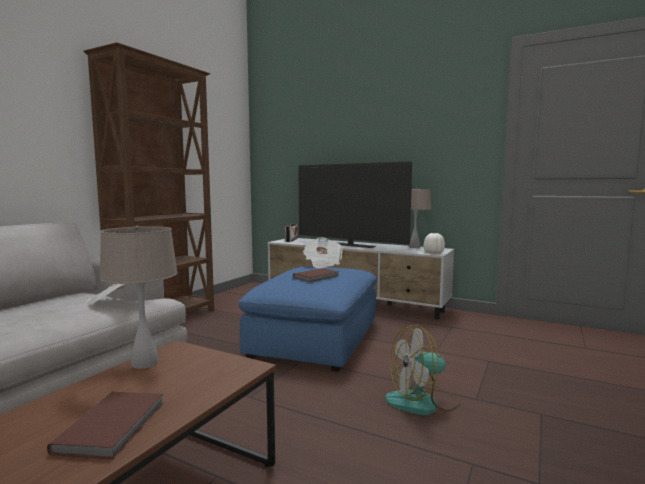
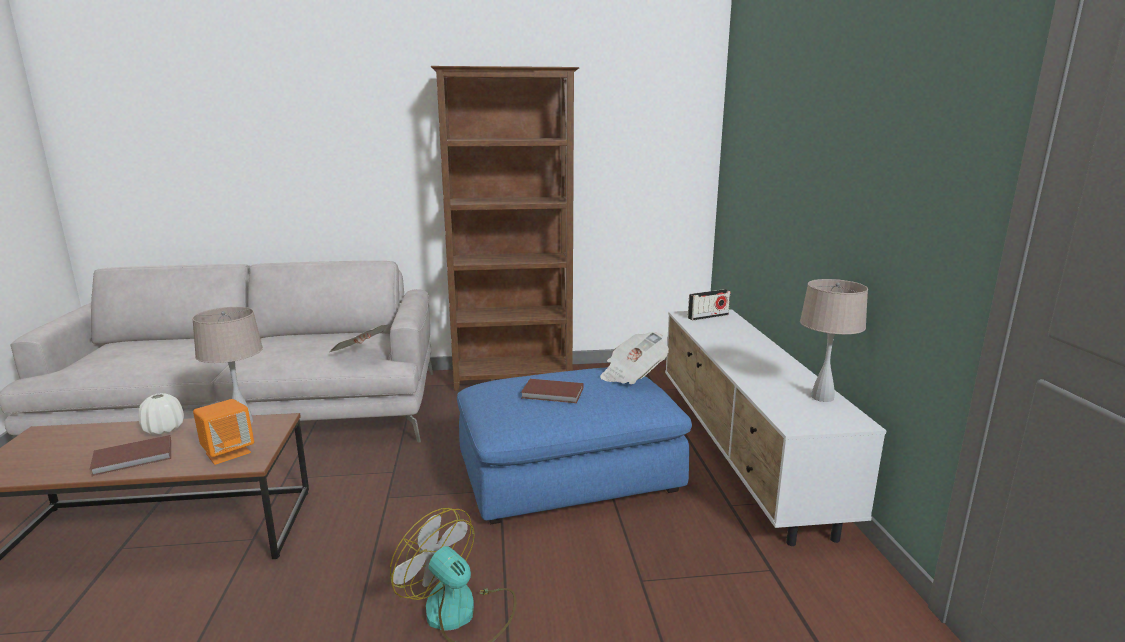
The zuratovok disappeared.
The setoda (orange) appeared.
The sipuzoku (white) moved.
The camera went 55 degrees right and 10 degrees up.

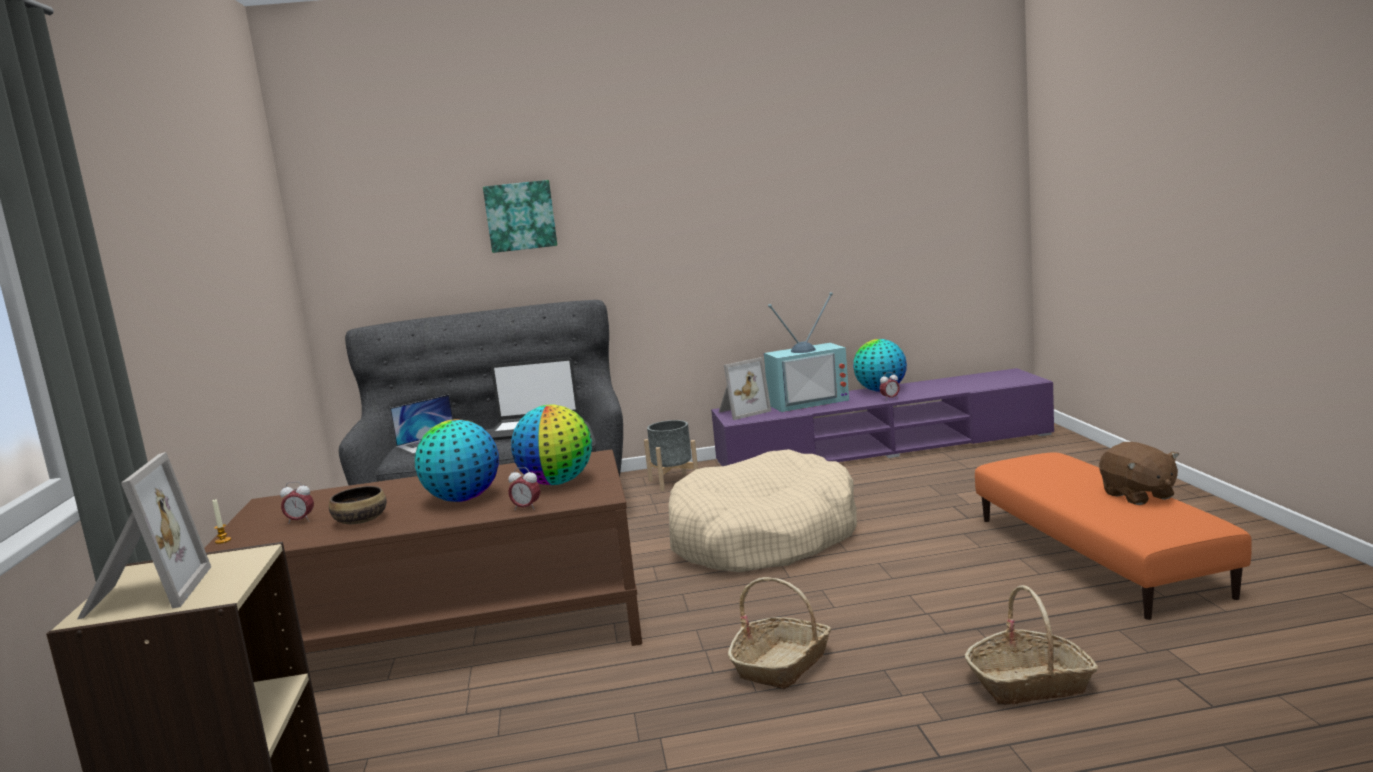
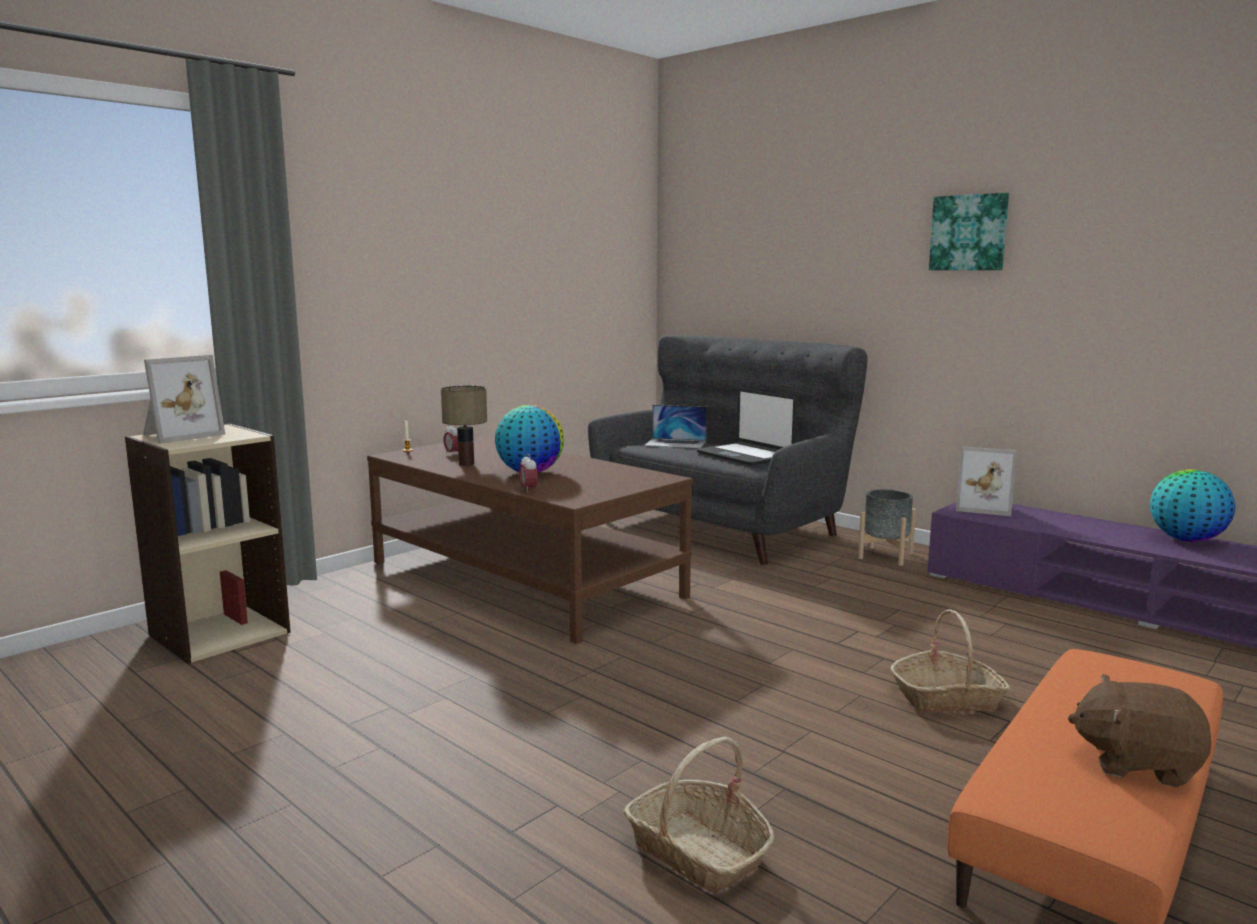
The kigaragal (2nd from left) disappeared.
The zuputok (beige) disappeared.
The zuratovok disappeared.
The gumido (3rd from left) disappeared.
The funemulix moved.
The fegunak (1st from left in the first image) moved.
The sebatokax was replaced by the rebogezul.
The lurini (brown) turned 75 degrees clockwise.
The camera went 50 degrees right and 0 degrees up.

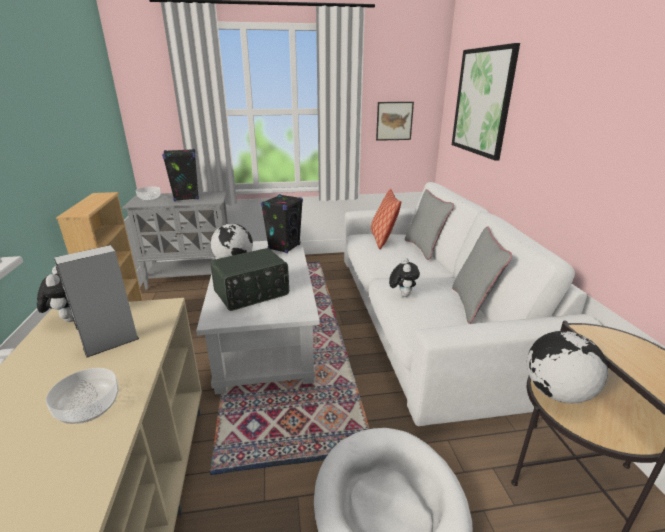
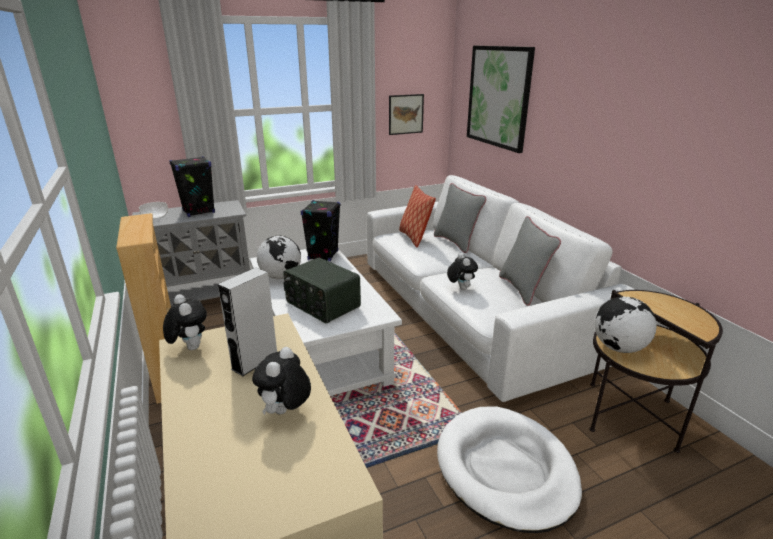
The sebatokax (1st from left) was replaced by the lurini (2nd from left).
The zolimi turned 90 degrees clockwise.
The camera went 15 degrees left and 0 degrees up.

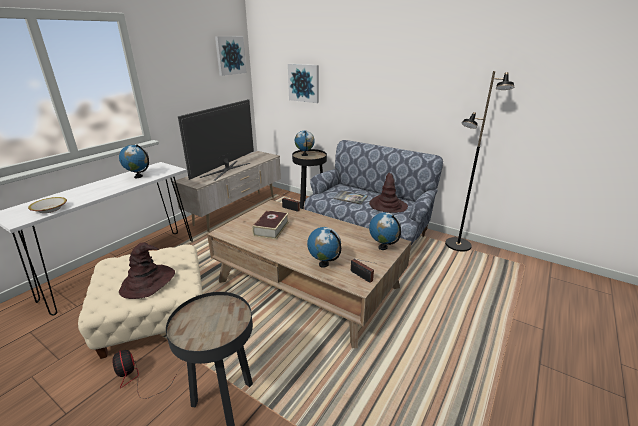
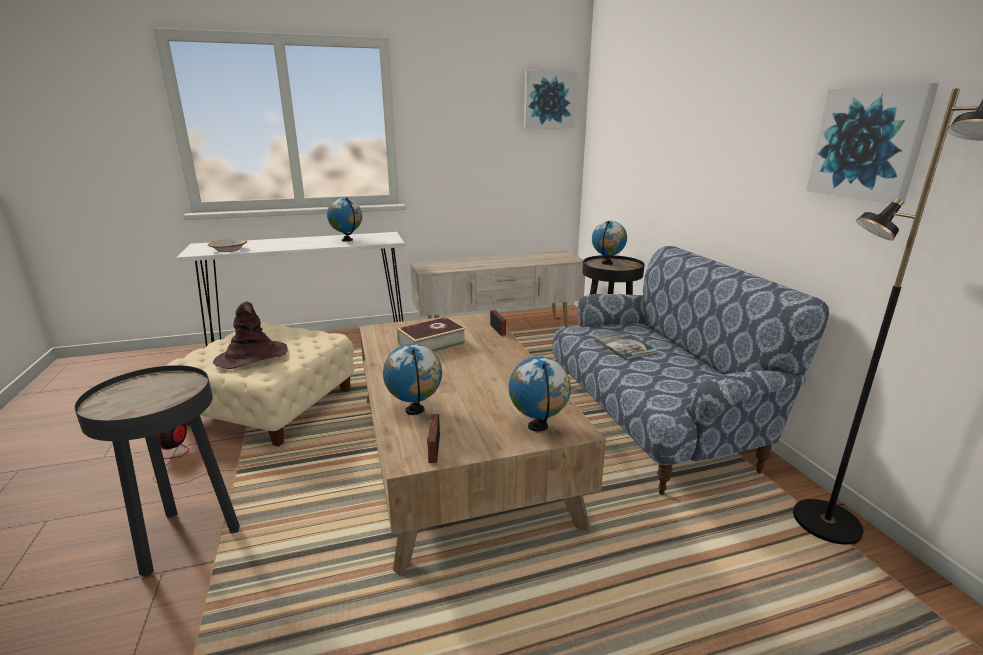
The zuratovok disappeared.
The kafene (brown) (2nd from left) disappeared.
The funemulix (2nd from left) moved.
The camera went 40 degrees right and 5 degrees down.

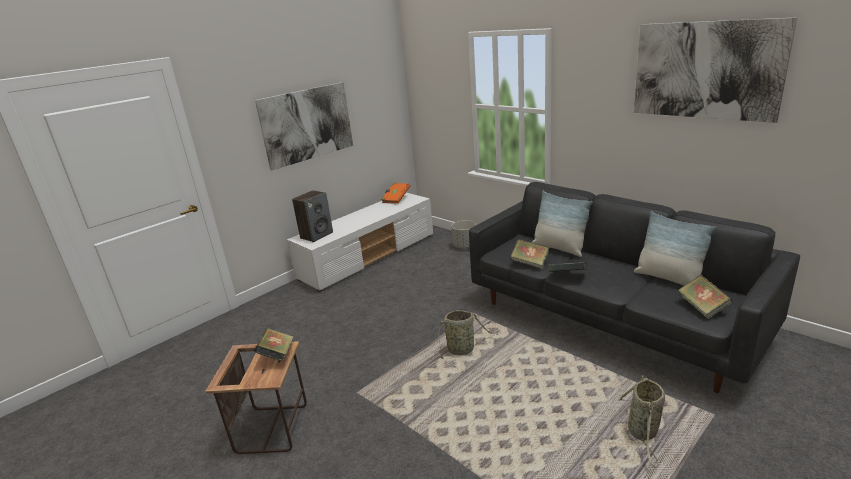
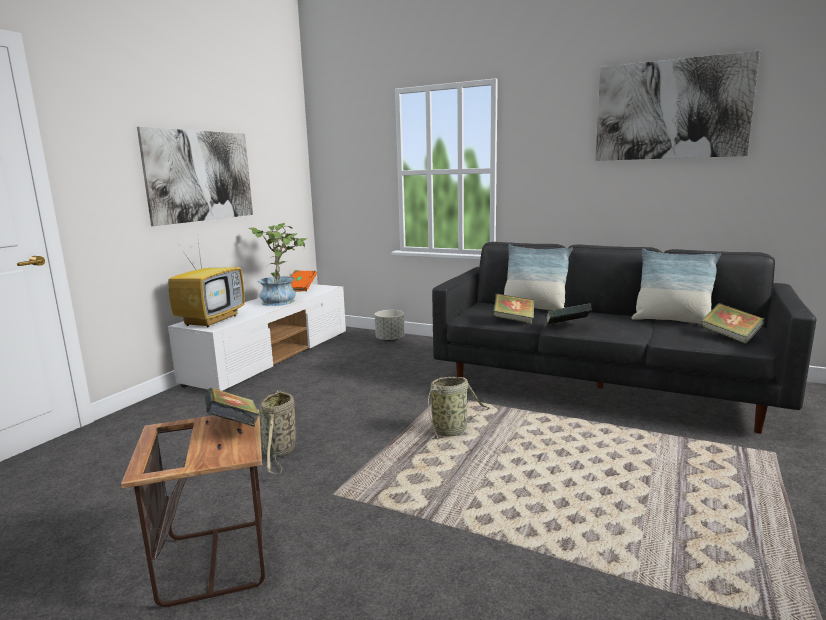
The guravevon appeared.
The fegunak (2nd from left in the first image) moved.
The setoda was replaced by the zuratovok.
The camera went 20 degrees left and 10 degrees down.

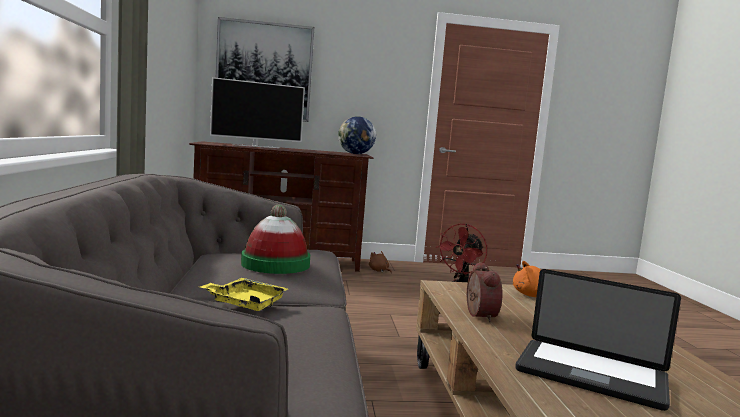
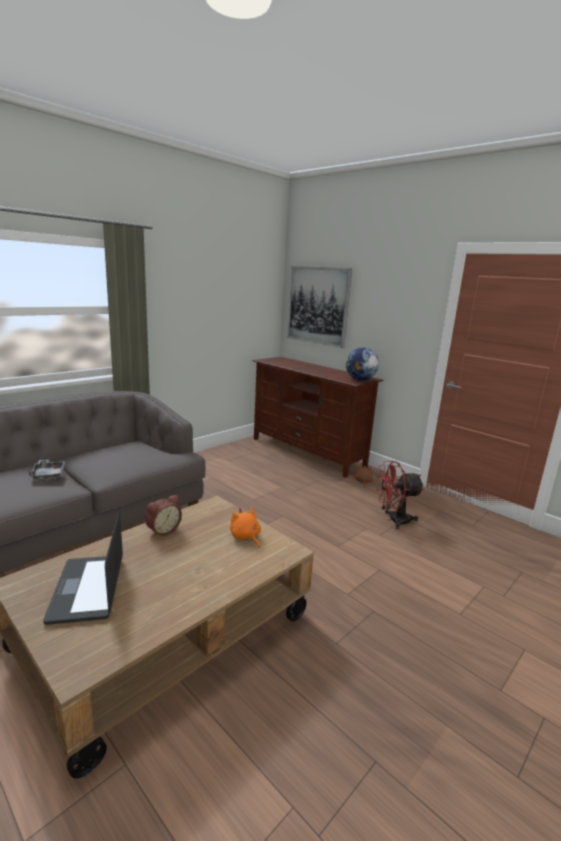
The zuratovok disappeared.
The kafene disappeared.
The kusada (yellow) became the kusada (grey).
The camera went 50 degrees right and 10 degrees up.

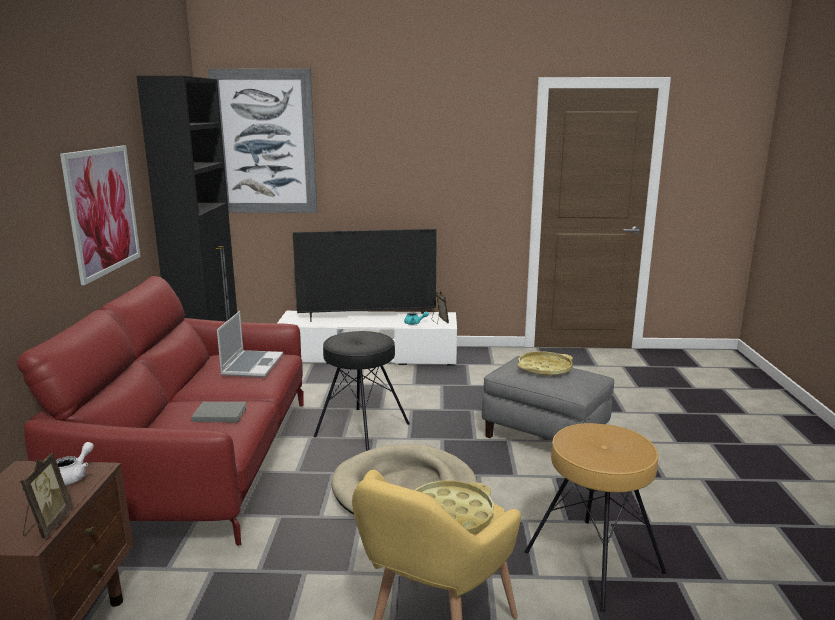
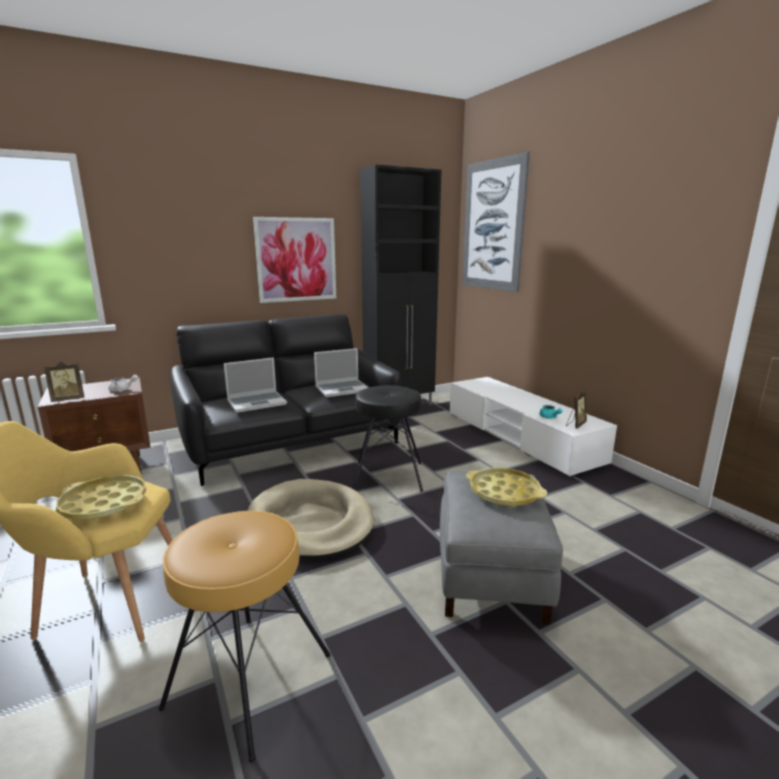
The zuratovok disappeared.
The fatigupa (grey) was replaced by the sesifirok (1st from left).
The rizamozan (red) became the rizamozan (black).
The camera went 60 degrees right and 0 degrees up.

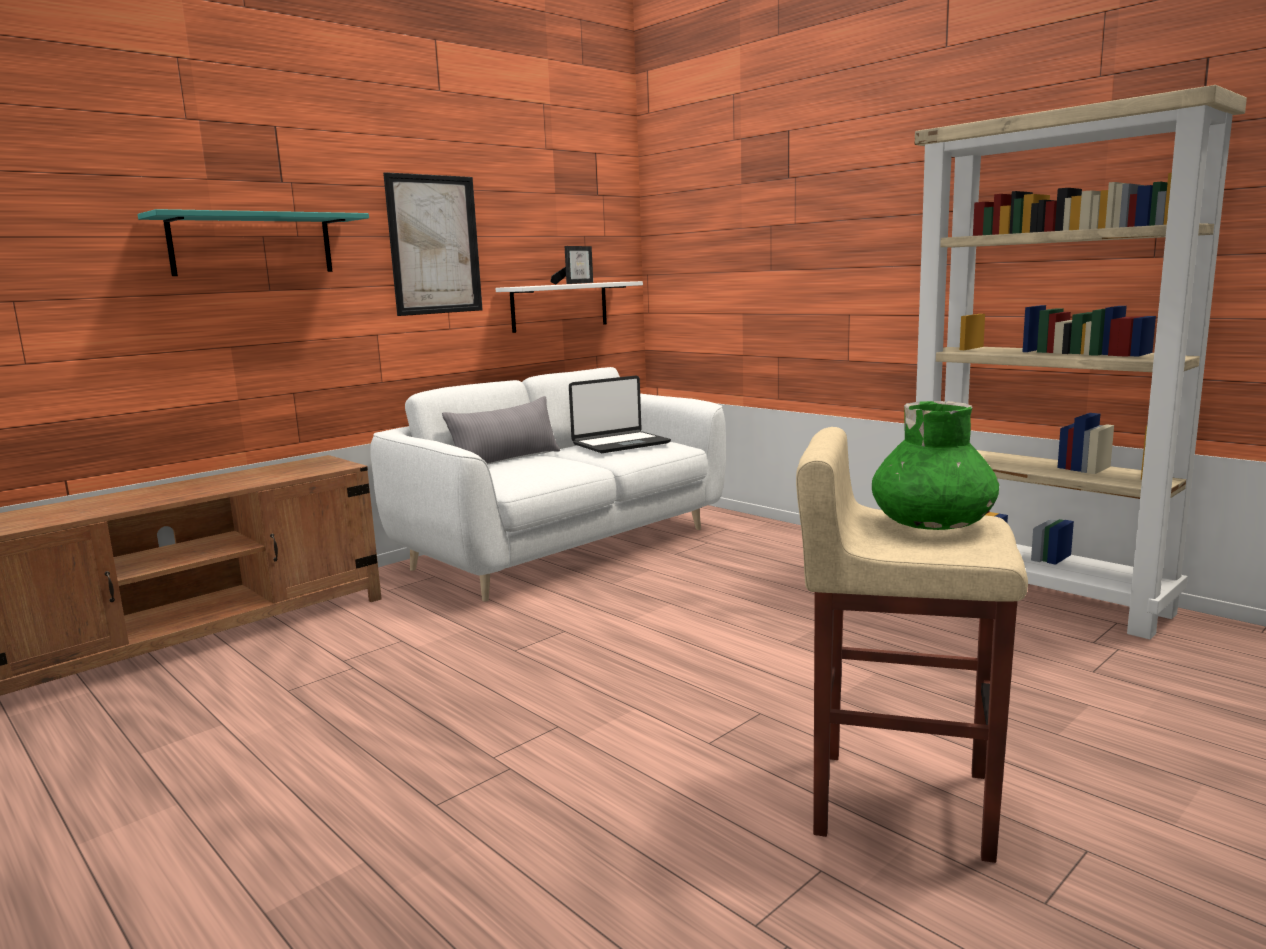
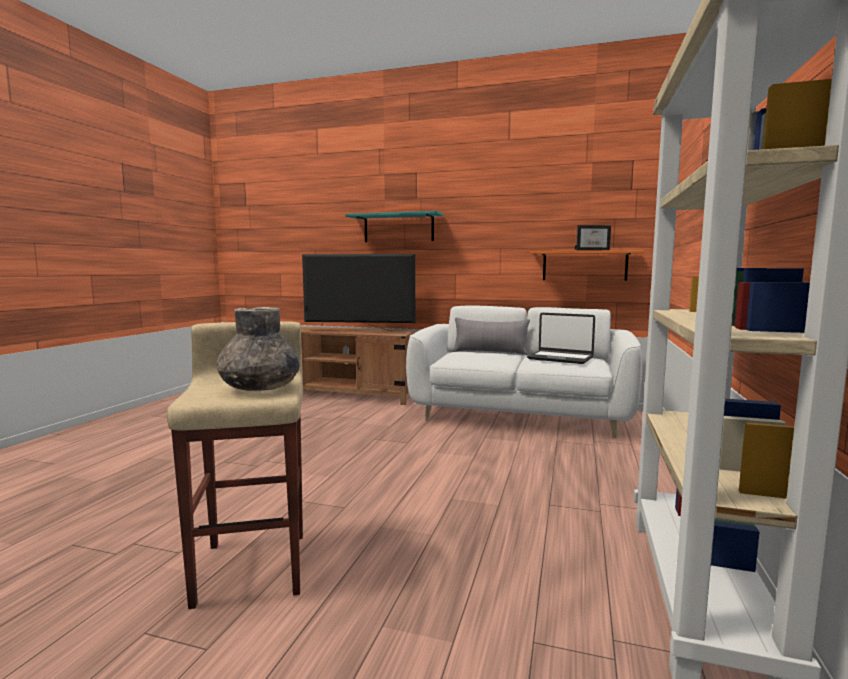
The funemulix disappeared.
The zuratovok appeared.
The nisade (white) became the nisade (orange).
The sipuzoku (green) became the sipuzoku (grey).
The camera went 60 degrees right and 5 degrees down.

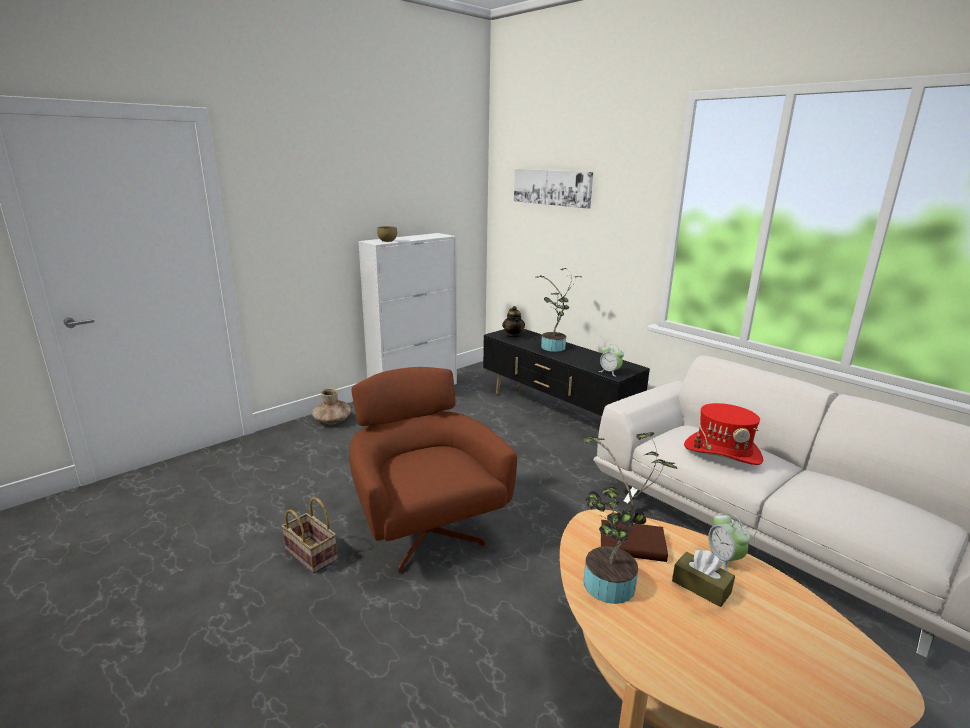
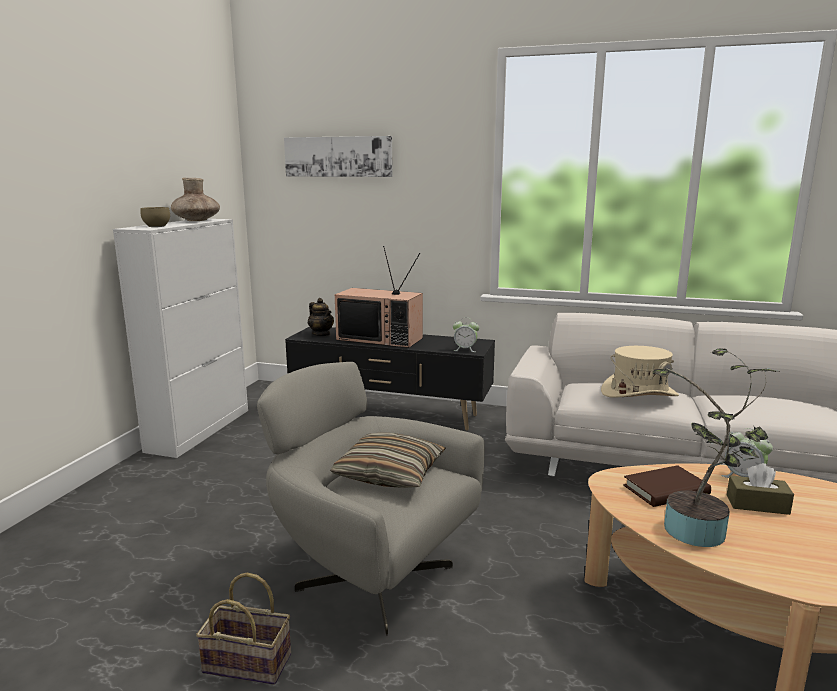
The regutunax appeared.
The sipuzoku (brown) moved.
The guravevon (1st from left) was replaced by the zuratovok.
The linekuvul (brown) became the linekuvul (grey).
The kafene (red) became the kafene (beige).
The camera went 30 degrees left and 5 degrees down.

